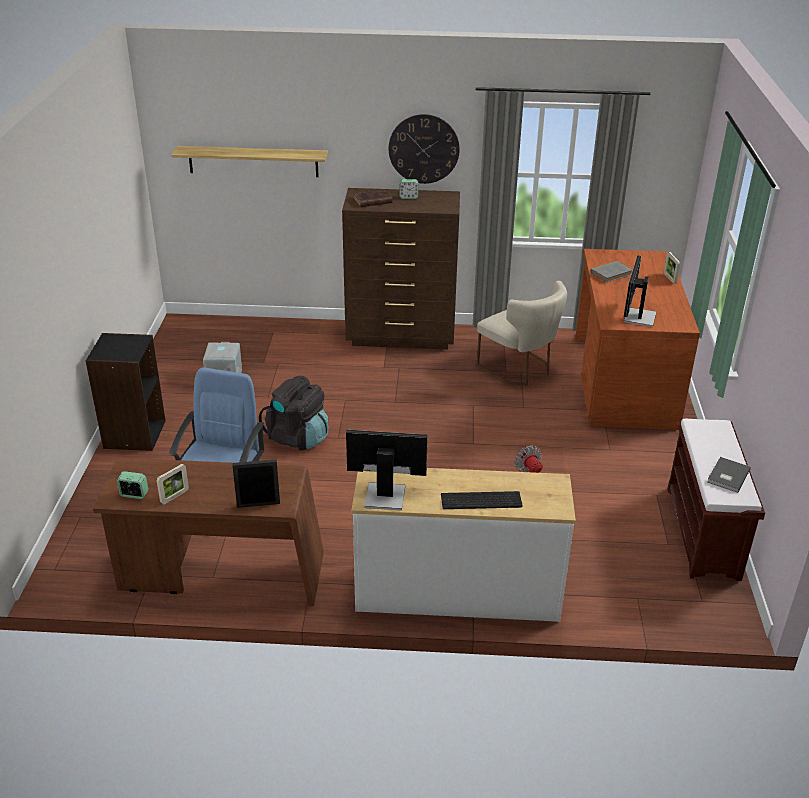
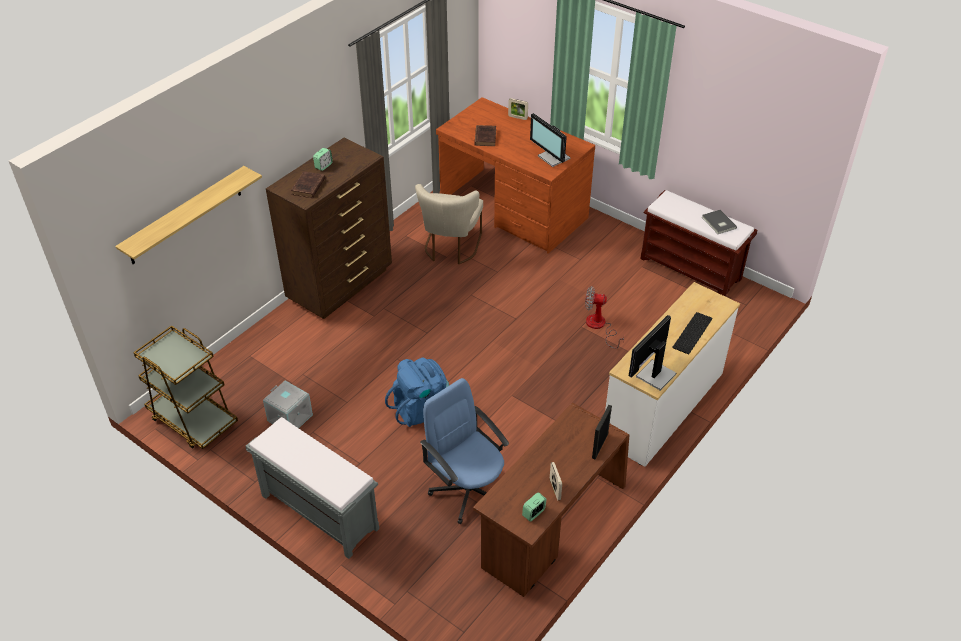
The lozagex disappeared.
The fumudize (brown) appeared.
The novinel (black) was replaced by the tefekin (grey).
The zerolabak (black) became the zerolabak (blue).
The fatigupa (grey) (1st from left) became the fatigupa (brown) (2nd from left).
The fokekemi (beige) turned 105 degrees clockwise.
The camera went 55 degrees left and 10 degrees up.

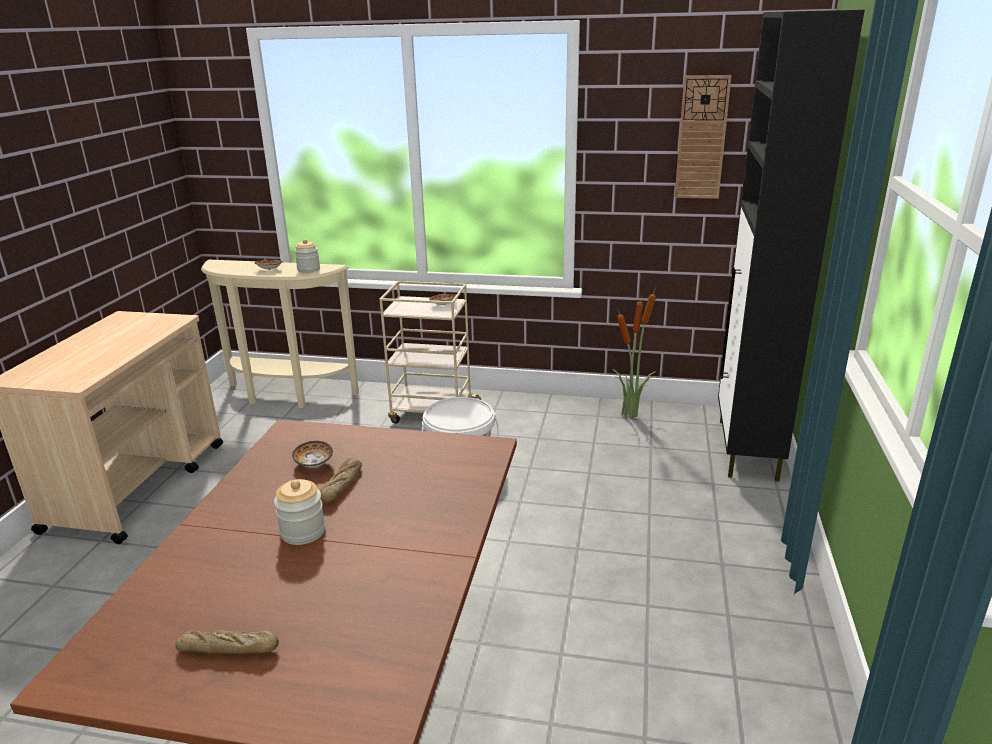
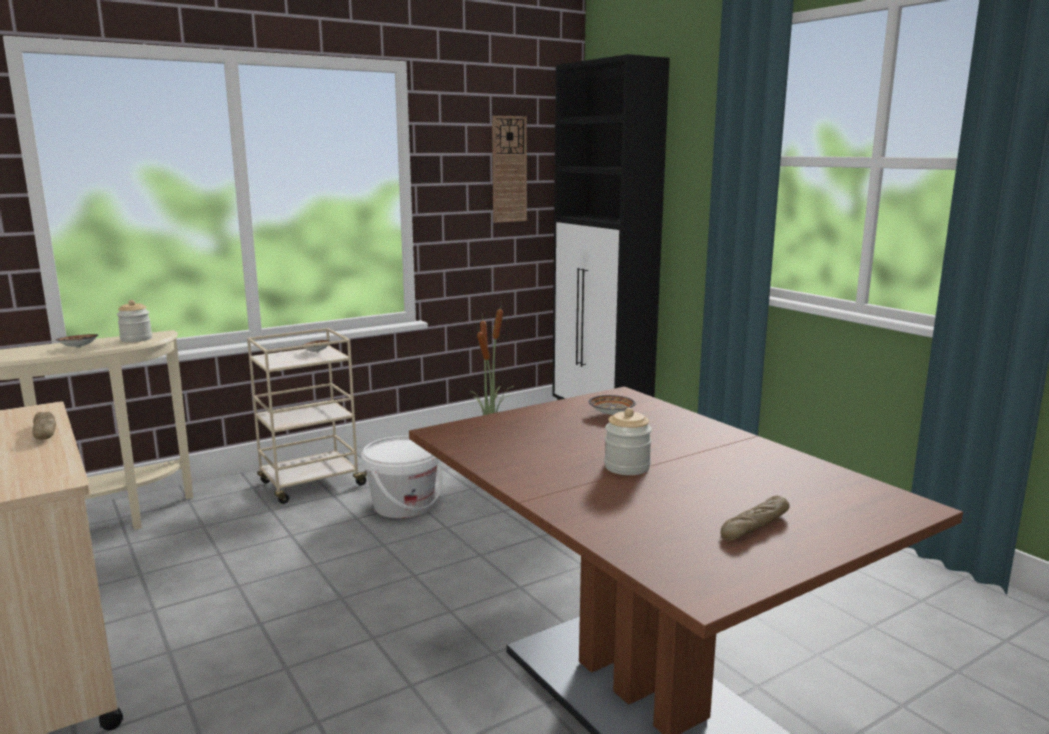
The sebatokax (2nd from left in the first image) moved.
The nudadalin (2nd from left in the first image) moved.
The camera went 45 degrees left and 10 degrees down.

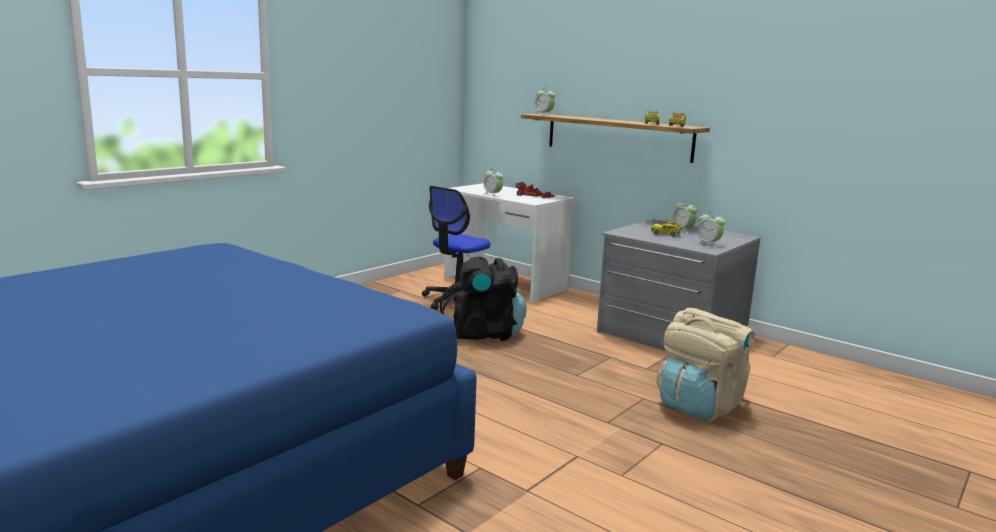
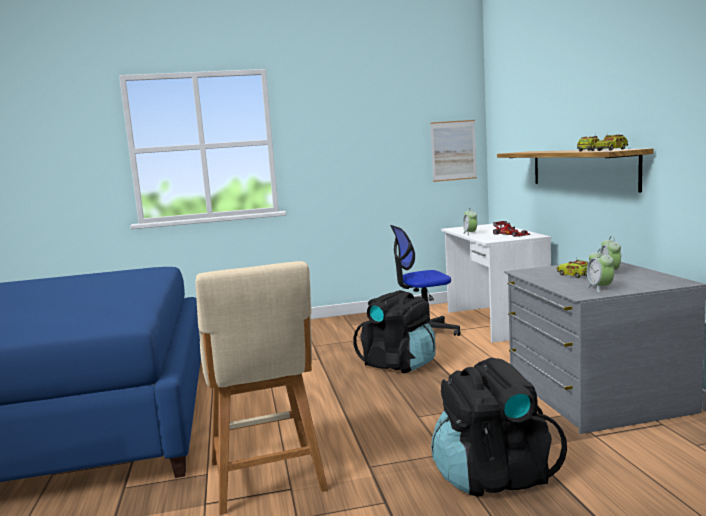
The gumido (2nd from left) disappeared.
The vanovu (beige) appeared.
The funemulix appeared.
The zerolabak (beige) became the zerolabak (black) (2nd from left).
The camera went 40 degrees right and 5 degrees down.

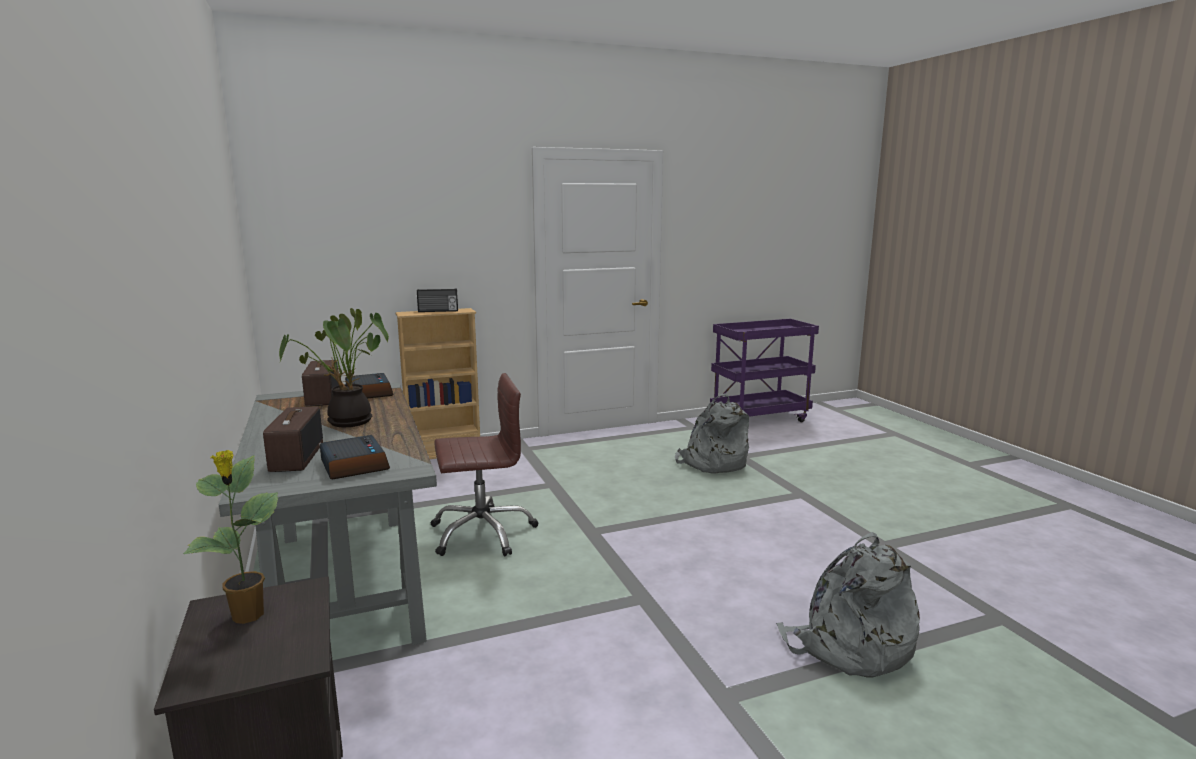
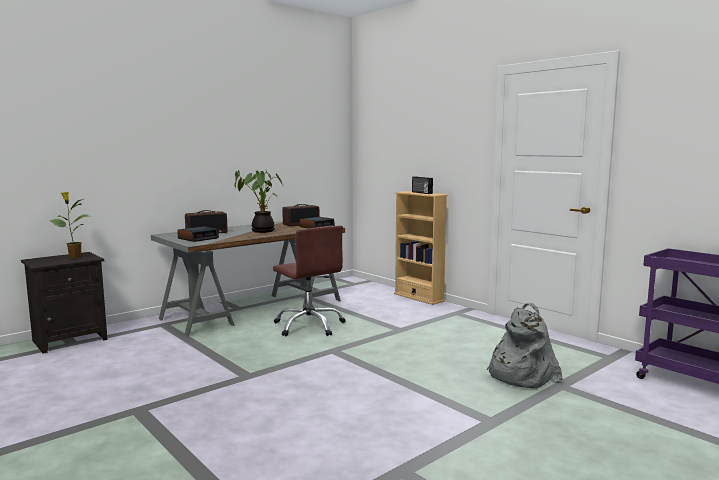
The zerolabak (grey) (2nd from left) disappeared.
The camera went 70 degrees right and 5 degrees down.

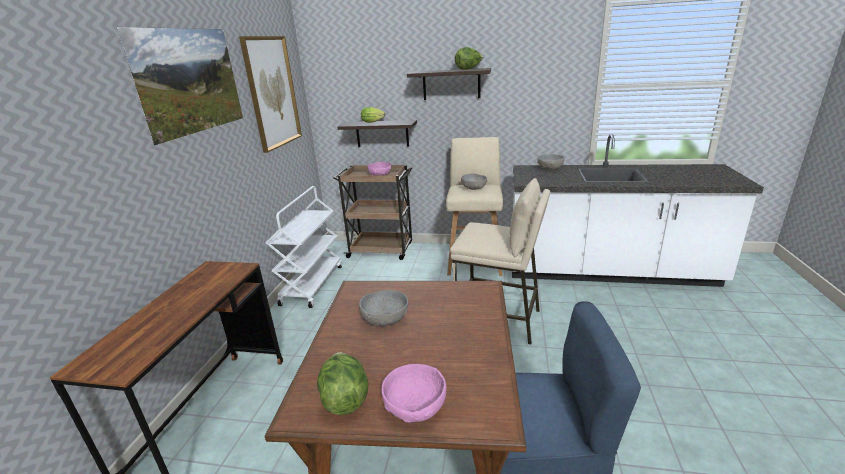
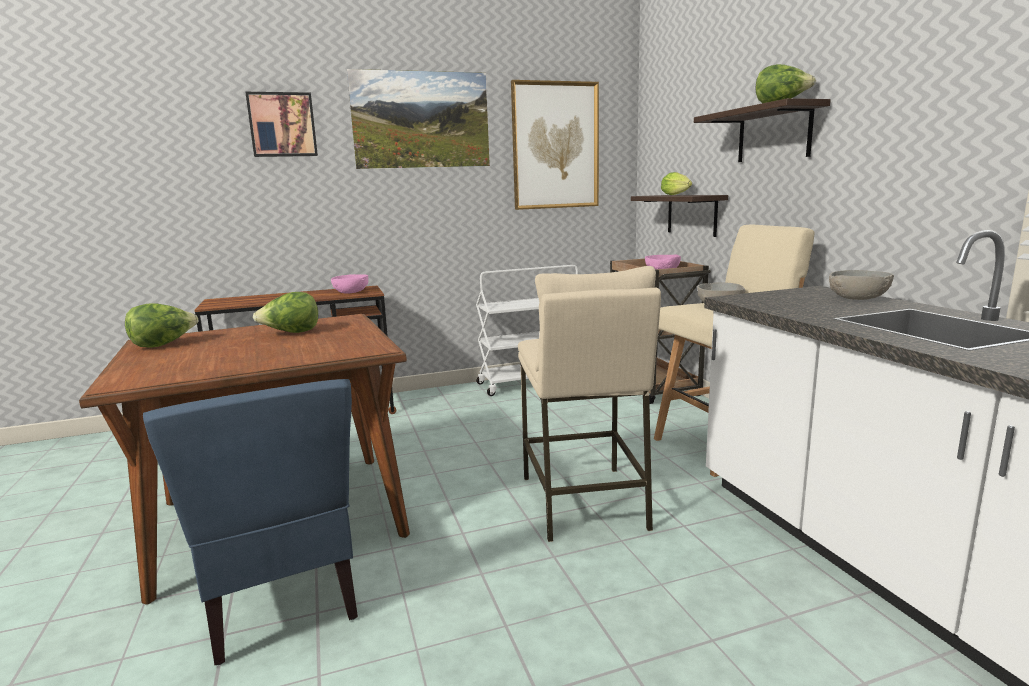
The funemulix (1st from left) appeared.
The sebatokax (pink) (2nd from left in the first image) moved.
The sebatokax (grey) (1st from left) was replaced by the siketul (2nd from left).
The camera went 60 degrees right and 10 degrees down.

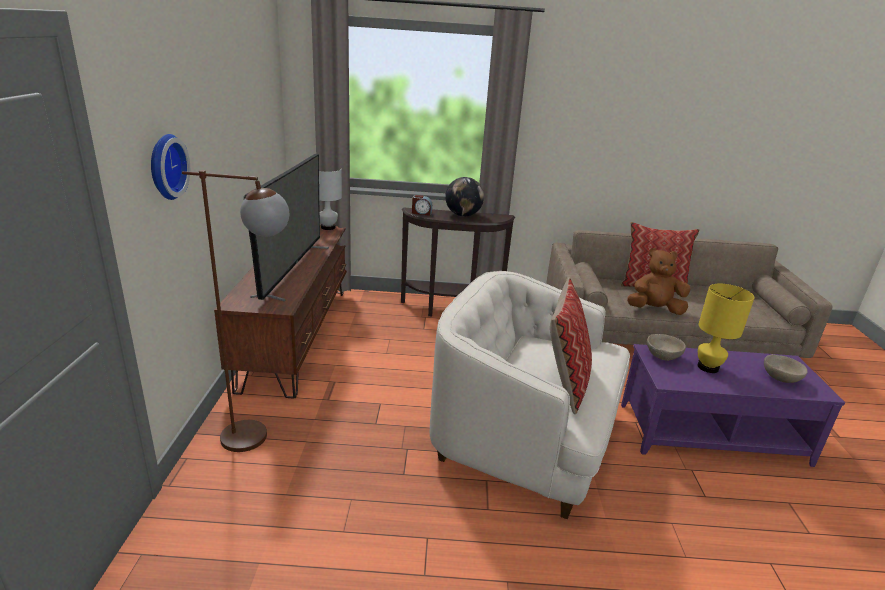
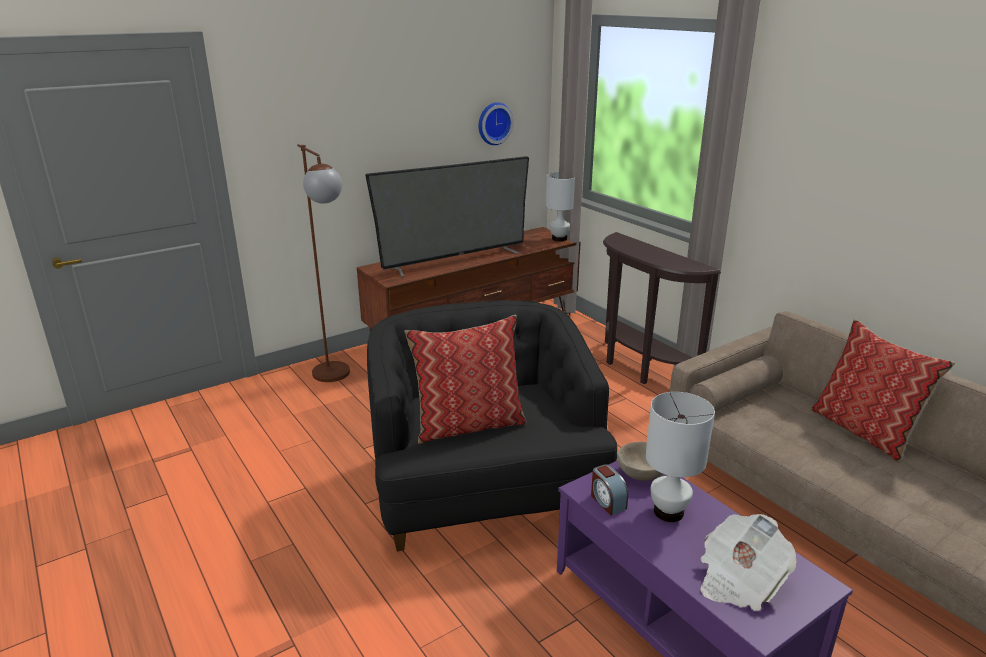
The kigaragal disappeared.
The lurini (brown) disappeared.
The lozagex moved.
The gumido moved.
The sebatokax (beige) (2nd from left) was replaced by the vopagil.
The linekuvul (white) became the linekuvul (black).
The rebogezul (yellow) became the rebogezul (white) (2nd from left).
The camera went 55 degrees right and 0 degrees up.

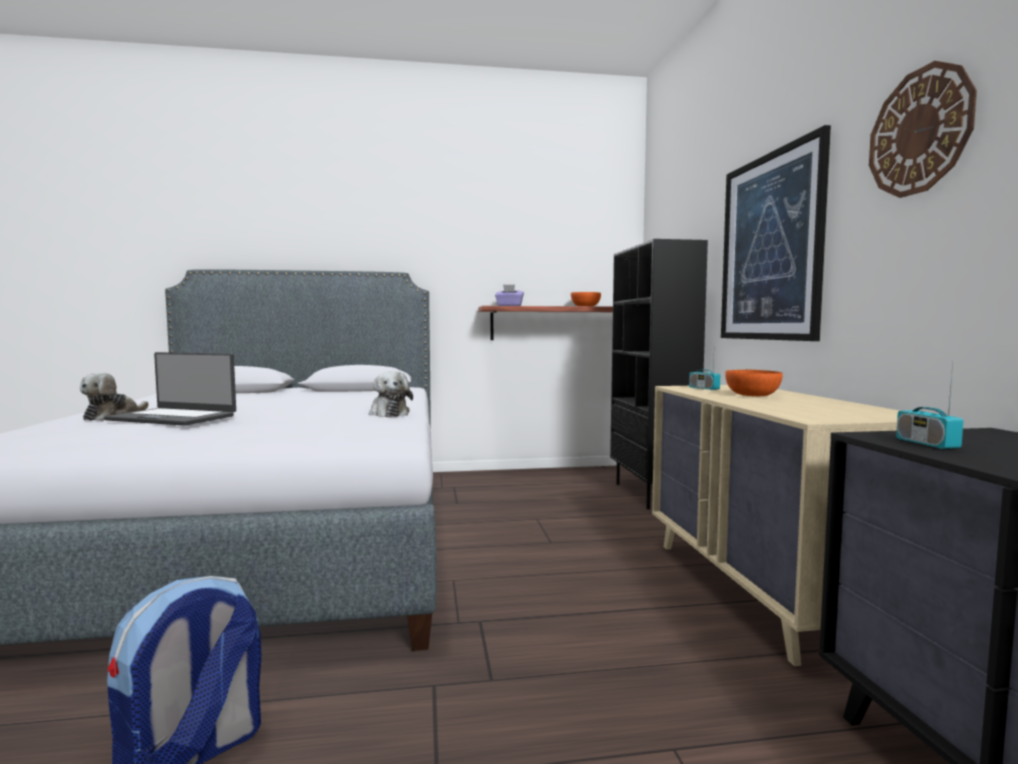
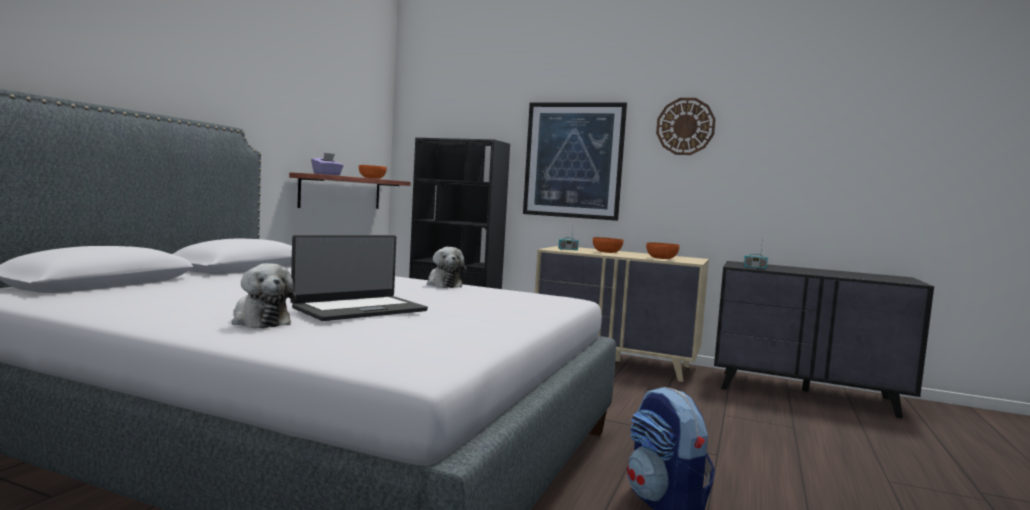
The sebatokax (orange) (3rd from left) appeared.
The lurini (2nd from left) turned 60 degrees clockwise.
The camera went 60 degrees left and 0 degrees up.

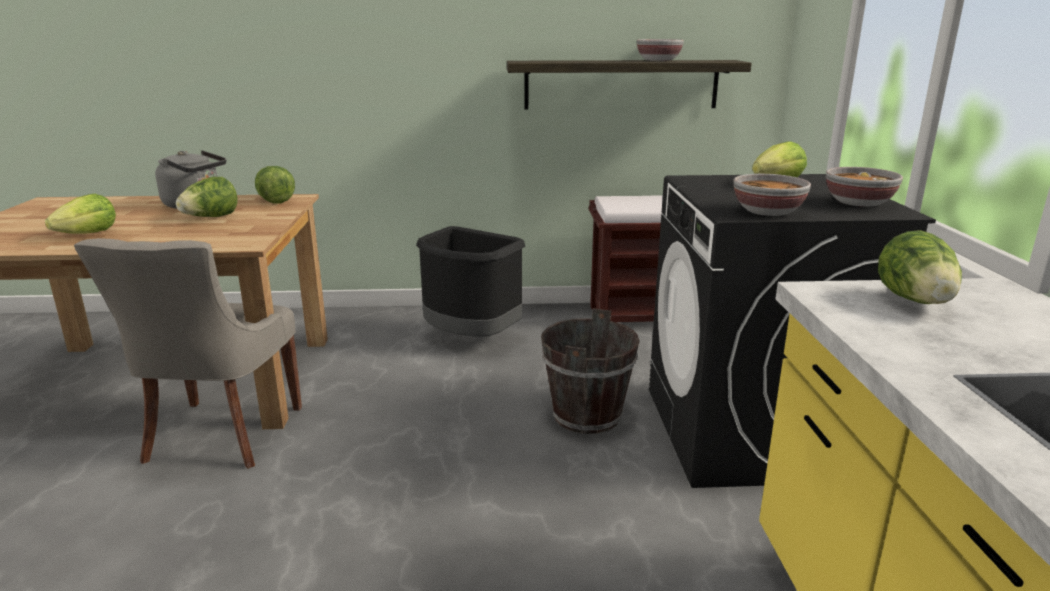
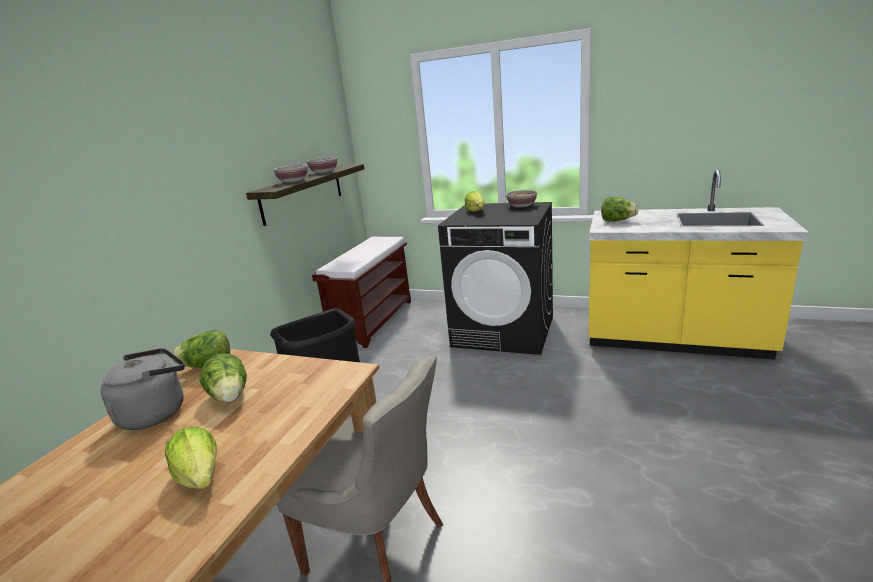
The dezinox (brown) disappeared.
The sebatokax (2nd from left in the first image) moved.
The camera went 65 degrees left and 0 degrees up.

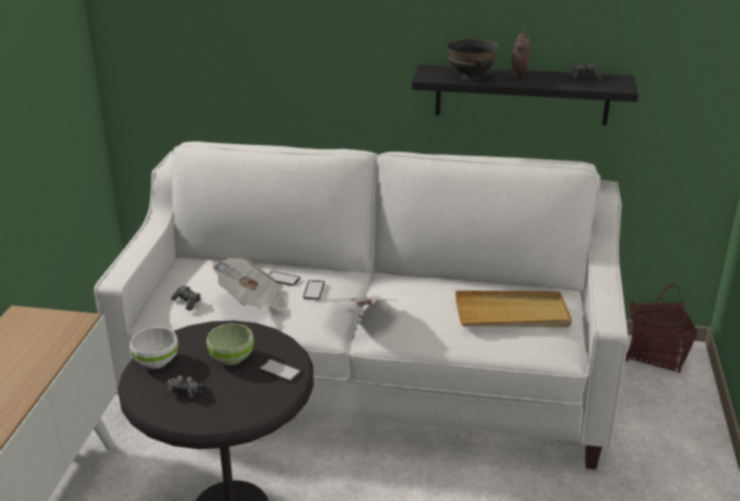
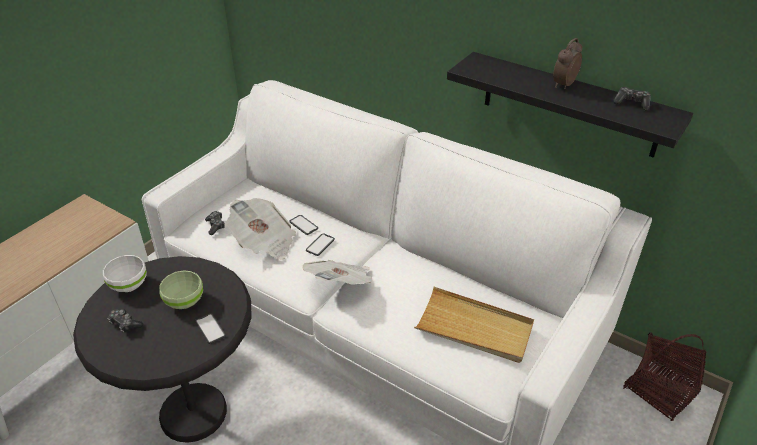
The sebatokax (black) disappeared.
The camera went 25 degrees right and 10 degrees up.

